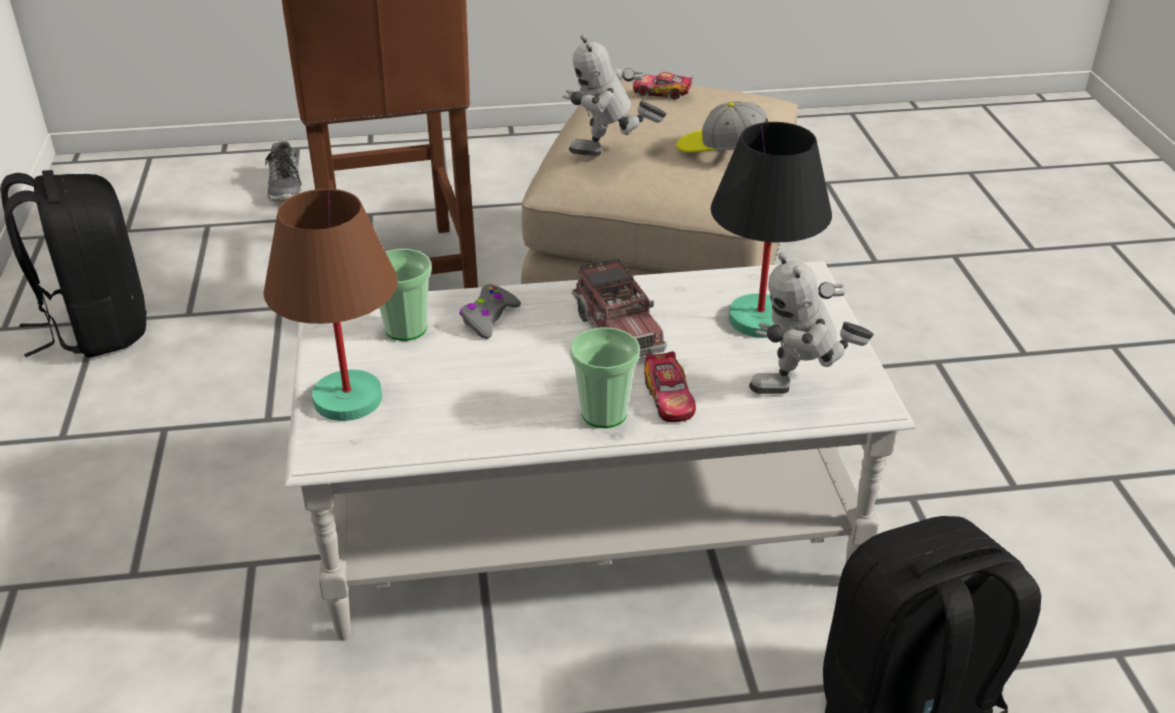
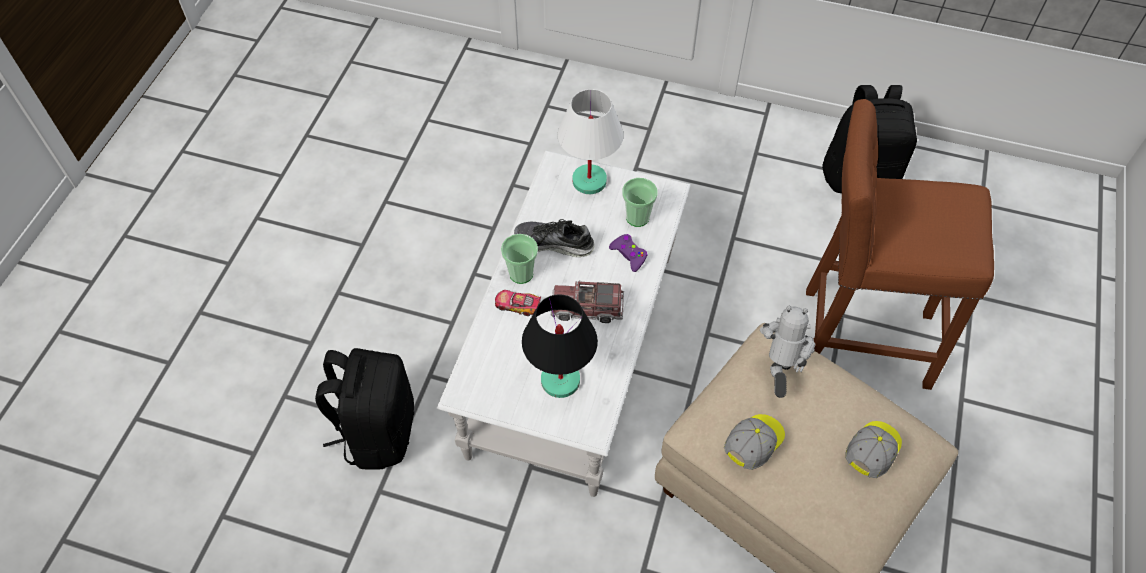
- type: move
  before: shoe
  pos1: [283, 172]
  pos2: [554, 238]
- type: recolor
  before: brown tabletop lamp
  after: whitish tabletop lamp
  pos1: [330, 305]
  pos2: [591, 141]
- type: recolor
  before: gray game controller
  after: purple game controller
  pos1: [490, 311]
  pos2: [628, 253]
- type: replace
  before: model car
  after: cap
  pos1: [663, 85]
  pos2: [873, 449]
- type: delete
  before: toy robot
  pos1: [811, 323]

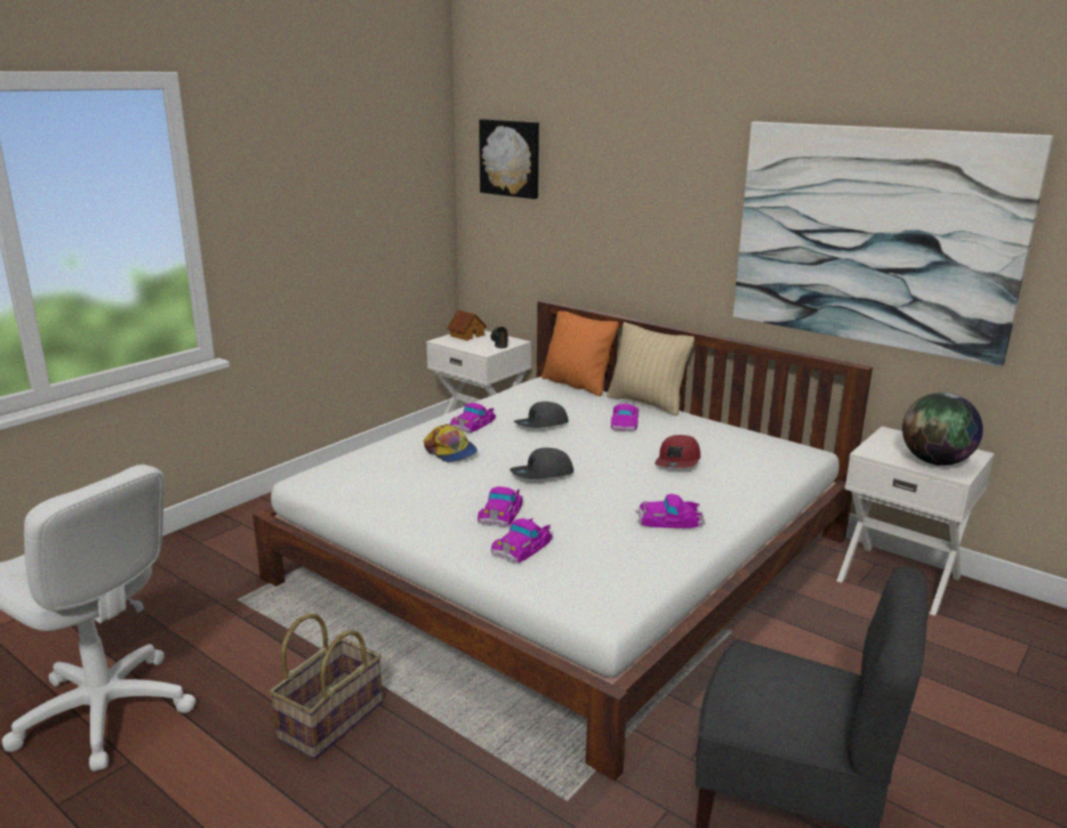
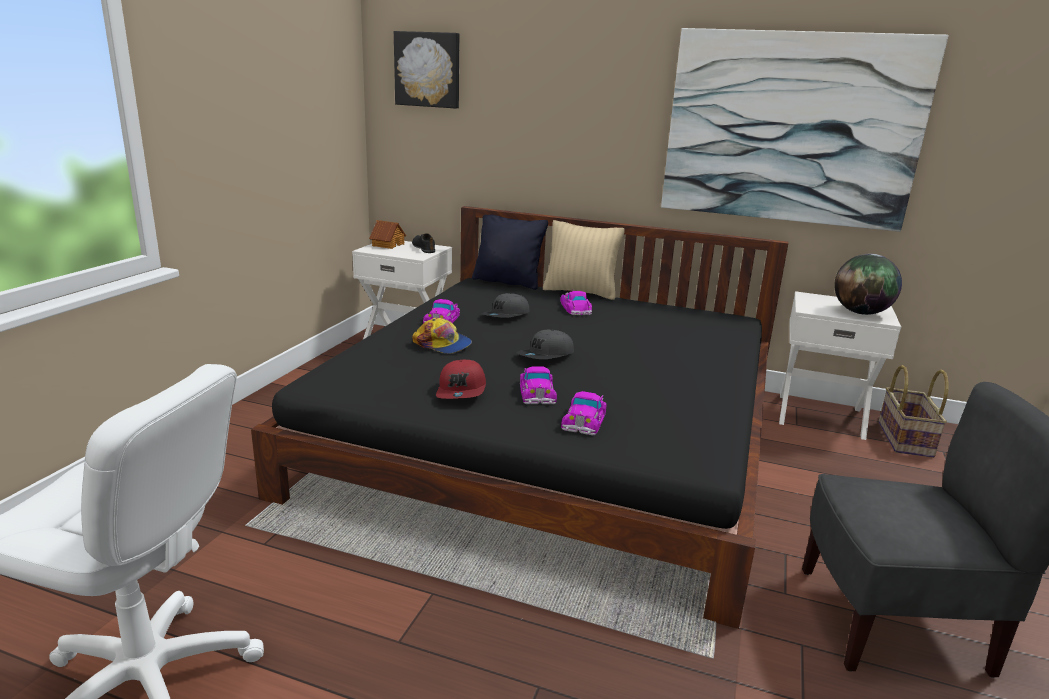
- type: recolor
  before: whitish bedroom bed
  after: blackish bedroom bed
  pos1: [563, 540]
  pos2: [519, 417]
- type: move
  before: red cap
  pos1: [678, 451]
  pos2: [461, 379]
- type: recolor
  before: orange-coloured cushion
  after: blackish cushion
  pos1: [580, 353]
  pos2: [510, 252]
- type: move
  before: basket
  pos1: [326, 686]
  pos2: [913, 411]
- type: delete
  before: model car
  pos1: [670, 511]

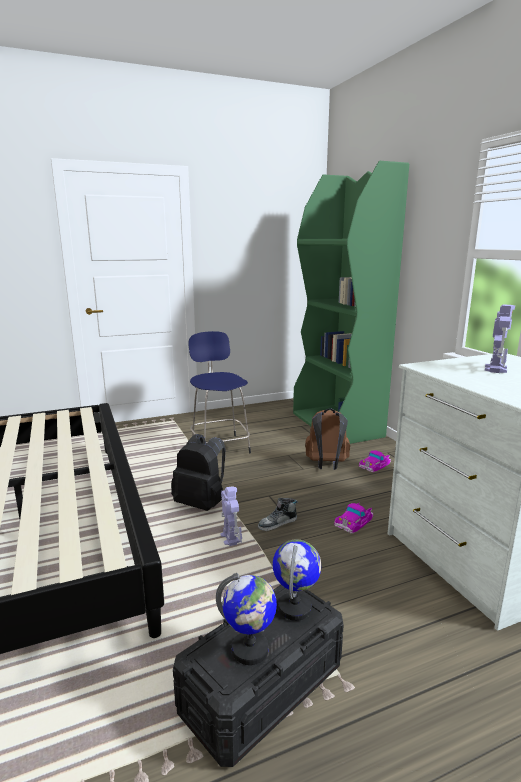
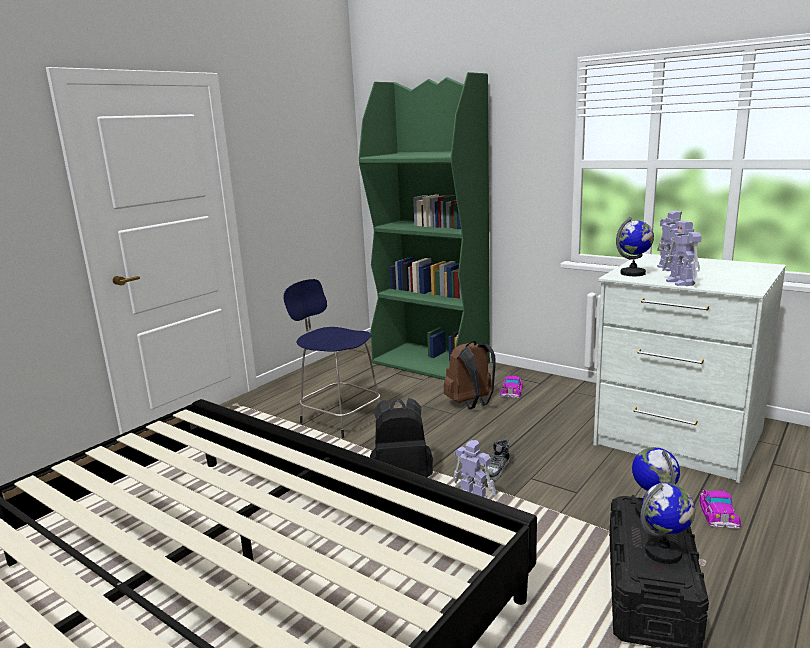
- type: insert
  after: world globe
  pos2: [635, 246]
- type: insert
  after: toy robot
  pos2: [682, 253]
- type: move
  before: model car
  pos1: [353, 518]
  pos2: [720, 508]

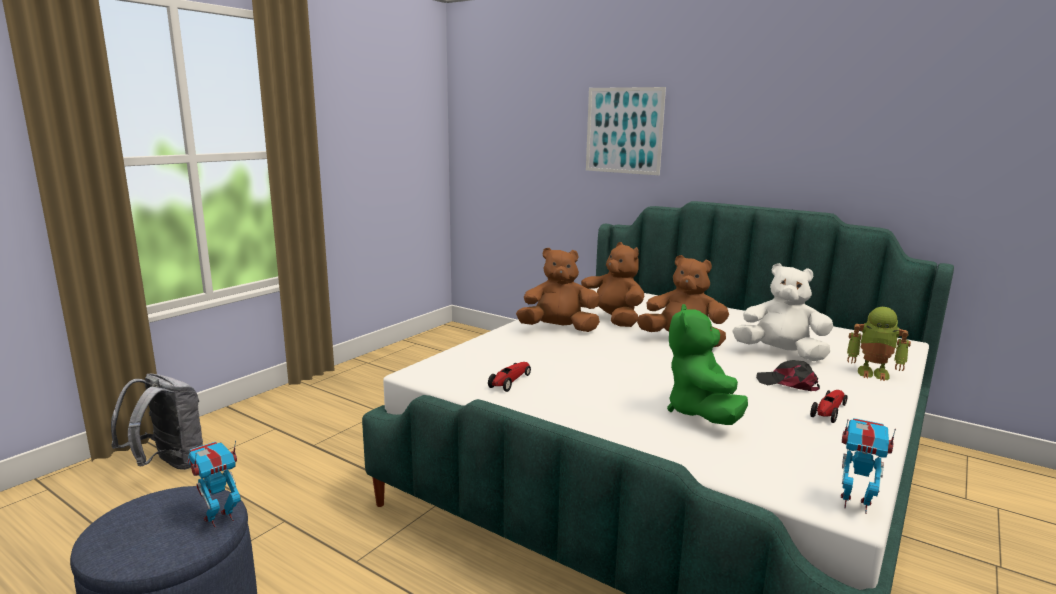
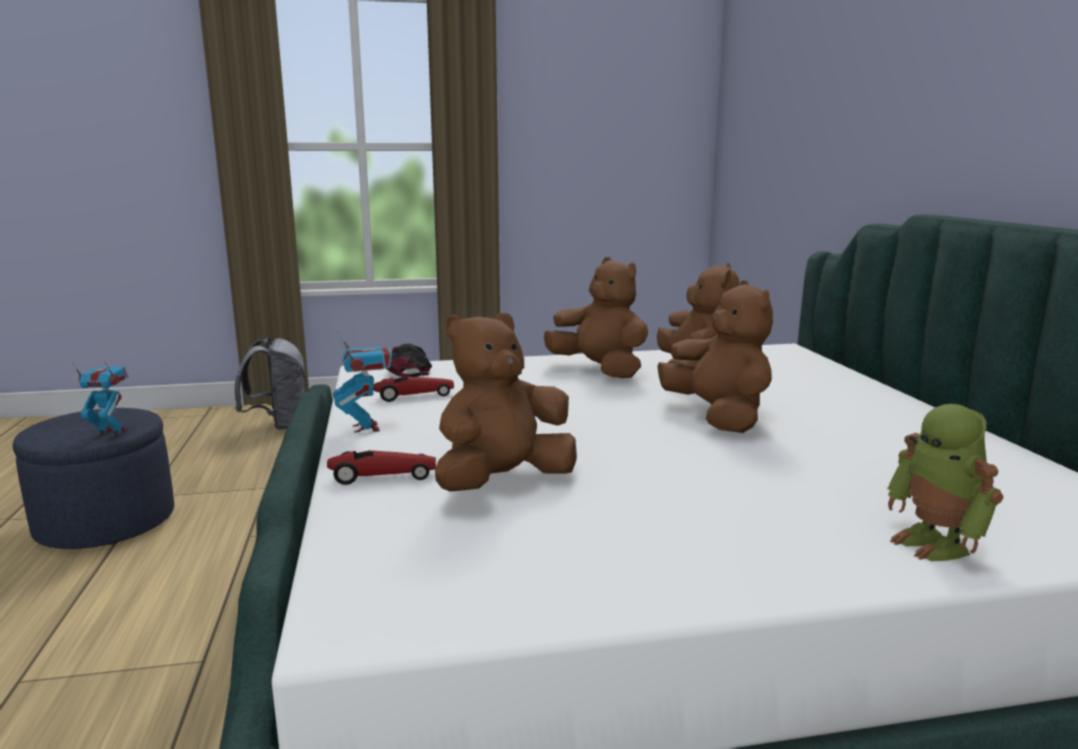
- type: move
  before: model car
  pos1: [829, 406]
  pos2: [381, 468]
- type: move
  before: toy robot
  pos1: [868, 466]
  pos2: [362, 382]
- type: move
  before: blackish cap
  pos1: [788, 375]
  pos2: [408, 360]
- type: recolor
  before: green-coloured plush toy
  after: brown plush toy
  pos1: [707, 364]
  pos2: [506, 402]
- type: delete
  before: wall picture
  pos1: [626, 131]
- type: delete
  before: whitish plush toy
  pos1: [782, 312]

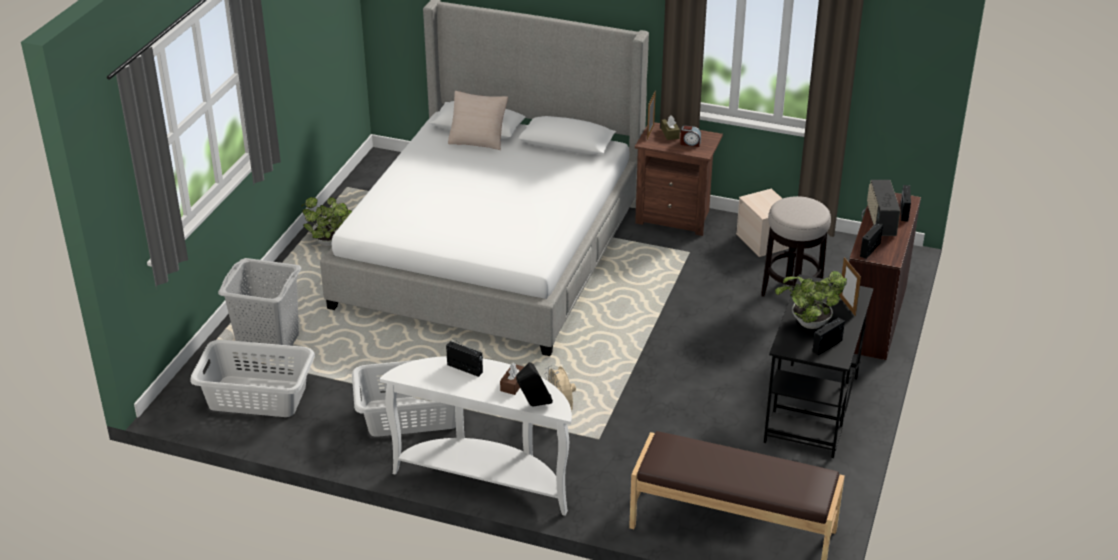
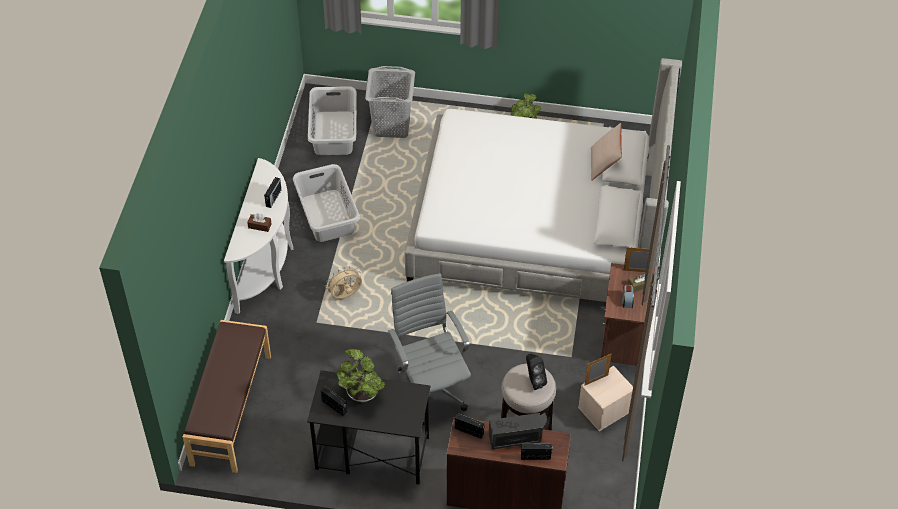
- type: insert
  after: gray desk chair
  pos2: [429, 349]
- type: move
  before: blackish loudspeaker
  pos1: [534, 384]
  pos2: [536, 372]
- type: move
  before: photo frame
  pos1: [850, 286]
  pos2: [597, 370]

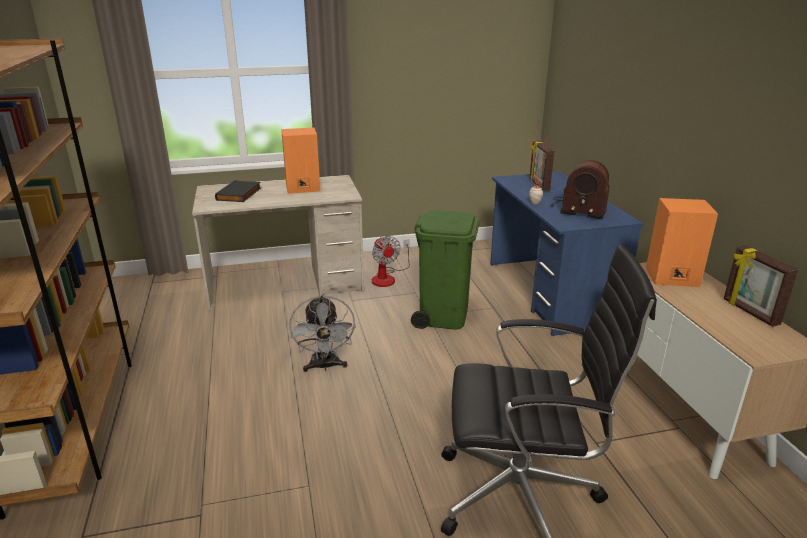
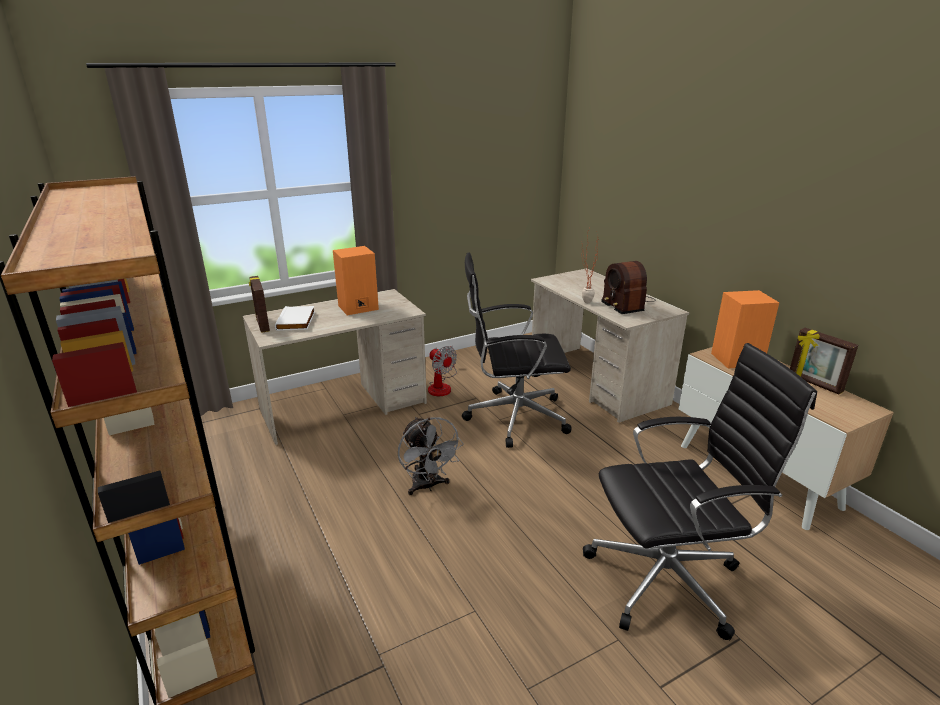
- type: move
  before: photo frame
  pos1: [542, 166]
  pos2: [259, 304]
- type: recolor
  before: blackish bound book
  after: whitish bound book
  pos1: [238, 191]
  pos2: [295, 318]
- type: replace
  before: green-coloured trash can
  after: blackish desk chair
  pos1: [445, 269]
  pos2: [517, 350]
- type: recolor
  before: bluish desk table
  after: beige desk table
  pos1: [567, 254]
  pos2: [610, 345]
- type: rotate
  before: radio
  pos1: [580, 189]
  pos2: [628, 287]
  turn: 60

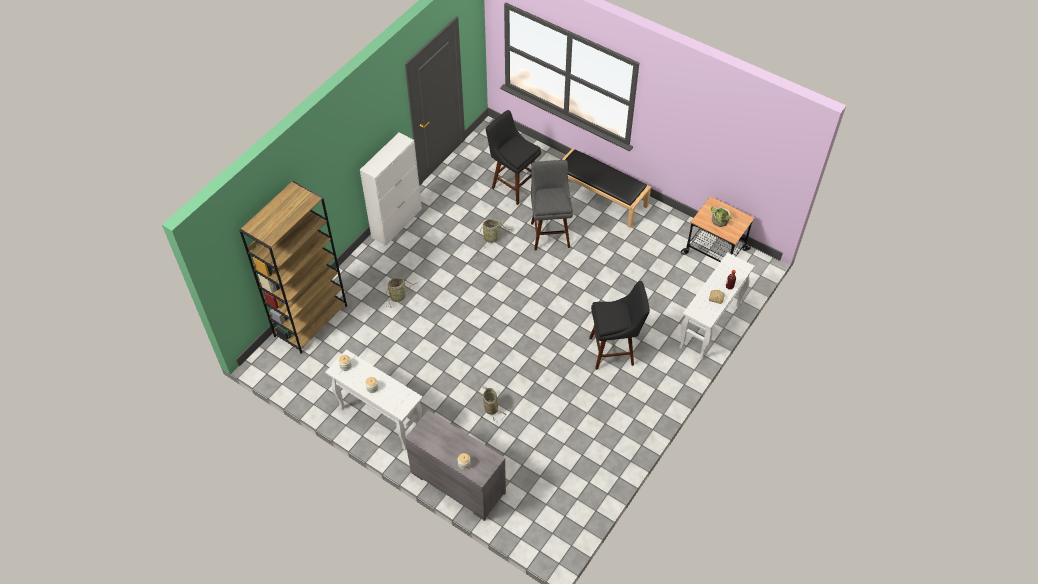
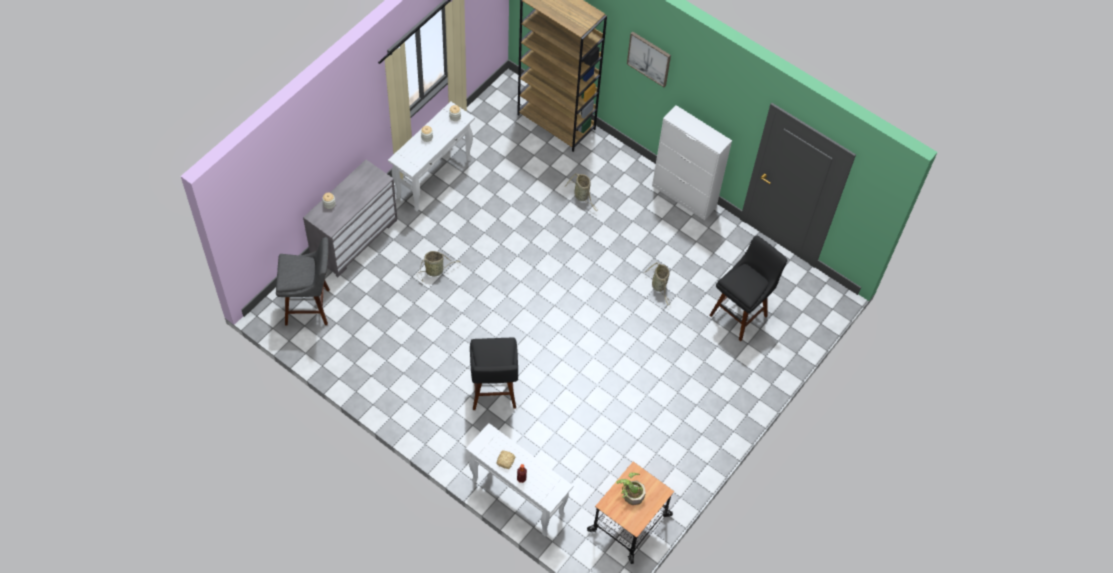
- type: move
  before: gray sitting stool
  pos1: [552, 205]
  pos2: [303, 281]
- type: insert
  after: wall picture
  pos2: [649, 59]
- type: delete
  before: blackish bench
  pos1: [606, 188]

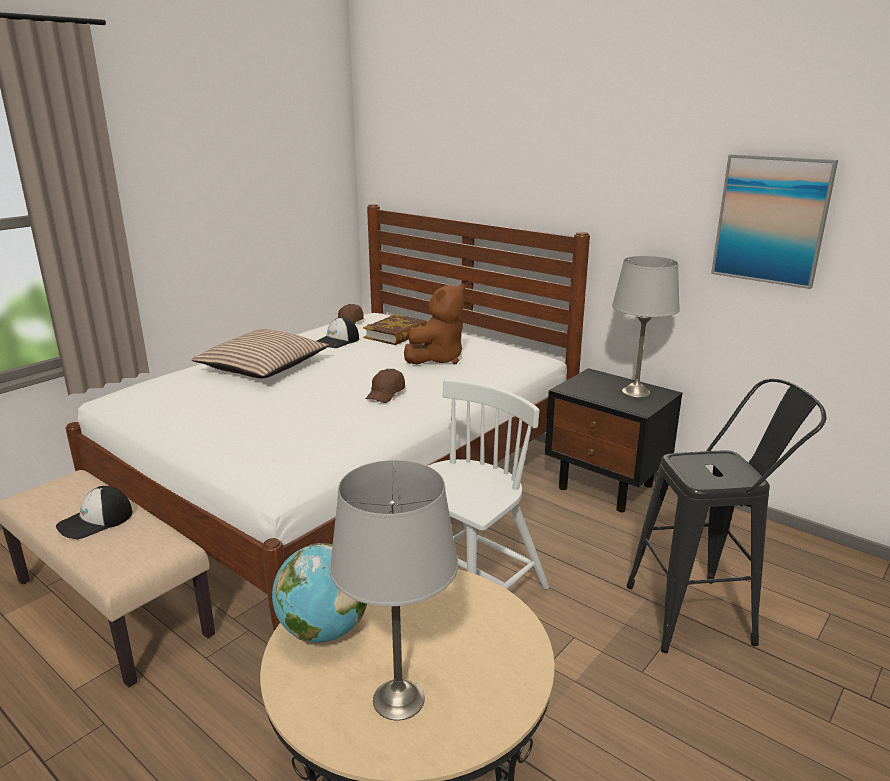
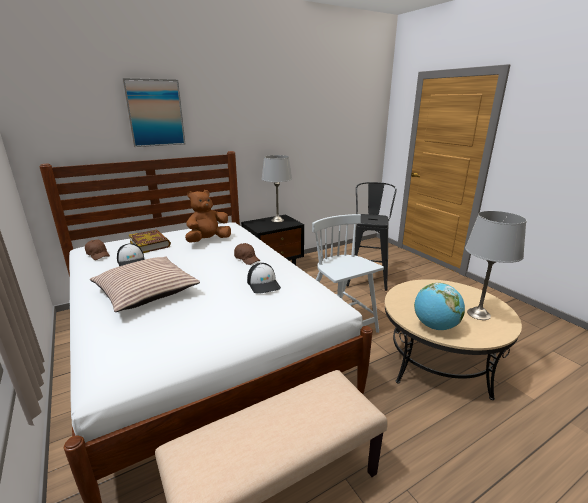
- type: move
  before: wall picture
  pos1: [774, 221]
  pos2: [153, 112]
- type: rotate
  before: brown plush toy
  pos1: [434, 324]
  pos2: [208, 216]
  turn: -105
- type: move
  before: cap
  pos1: [94, 512]
  pos2: [264, 278]

